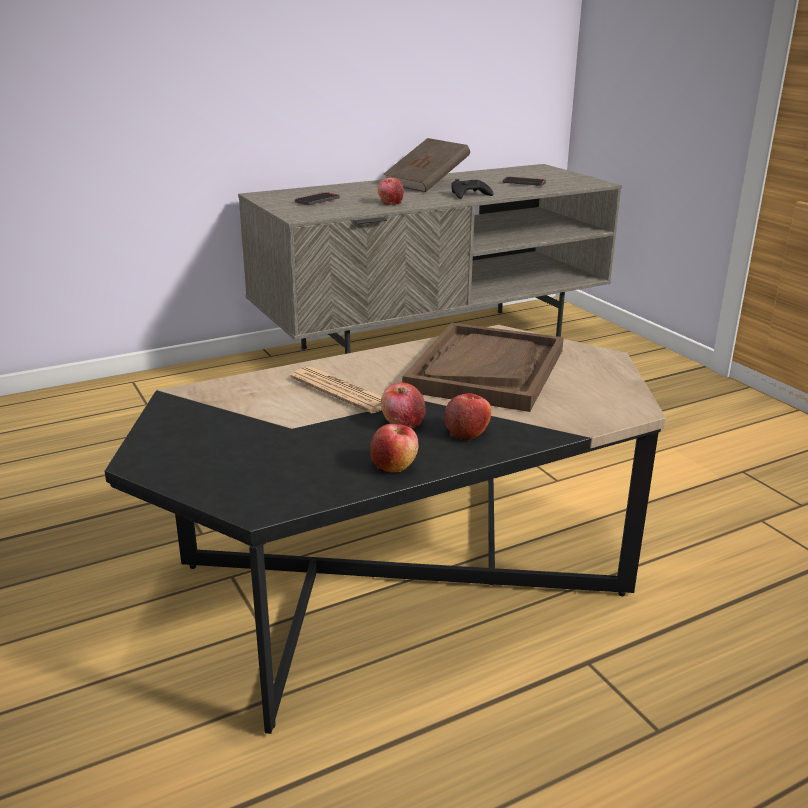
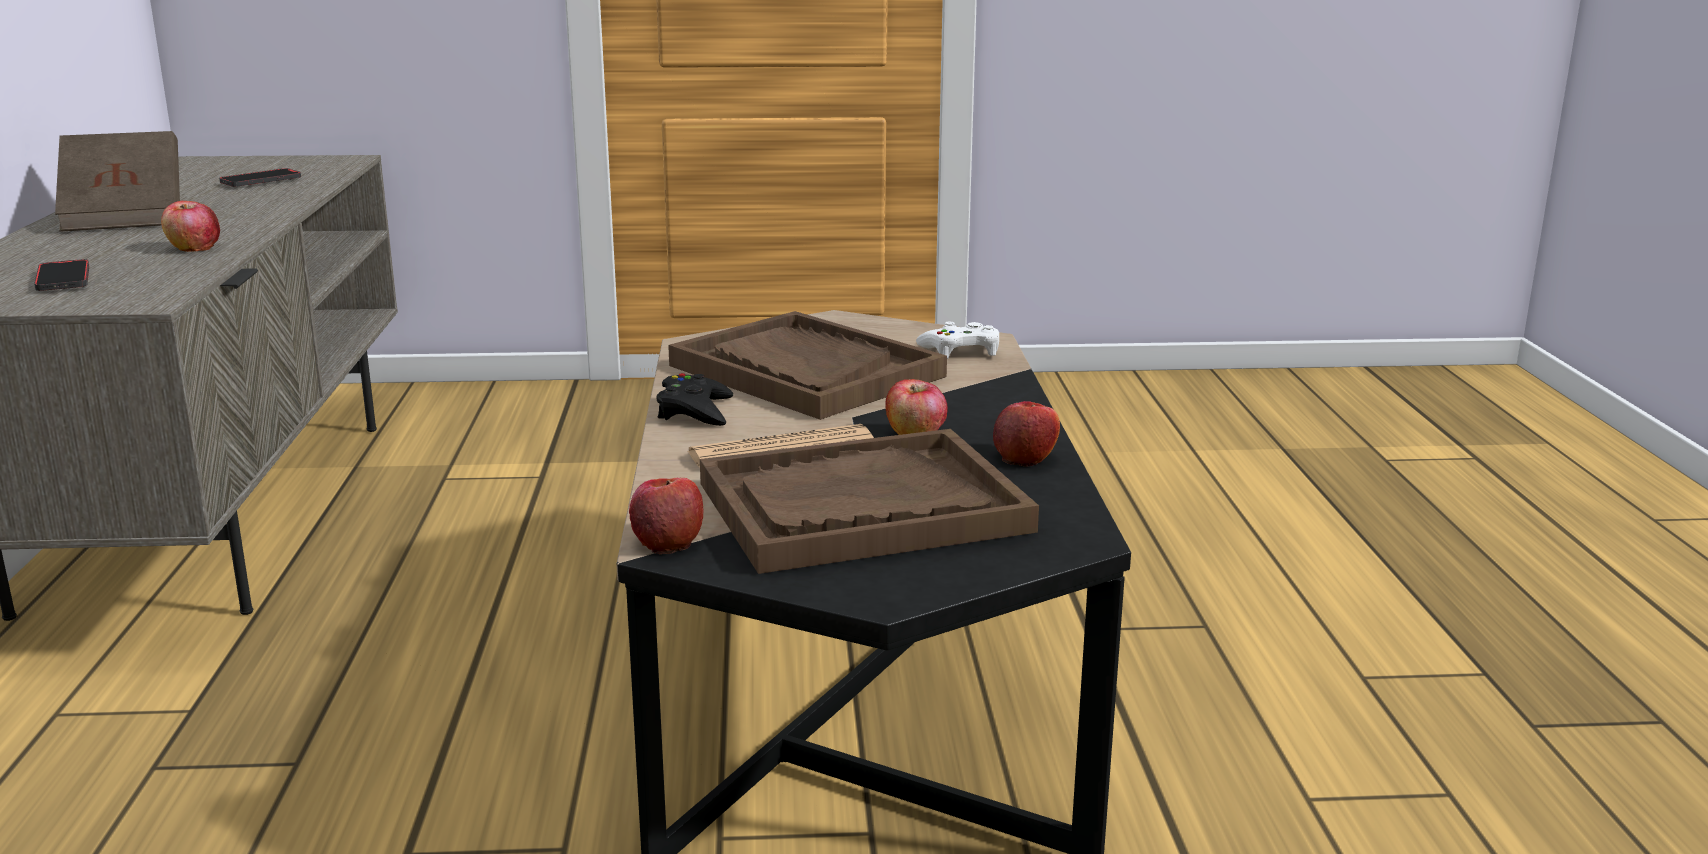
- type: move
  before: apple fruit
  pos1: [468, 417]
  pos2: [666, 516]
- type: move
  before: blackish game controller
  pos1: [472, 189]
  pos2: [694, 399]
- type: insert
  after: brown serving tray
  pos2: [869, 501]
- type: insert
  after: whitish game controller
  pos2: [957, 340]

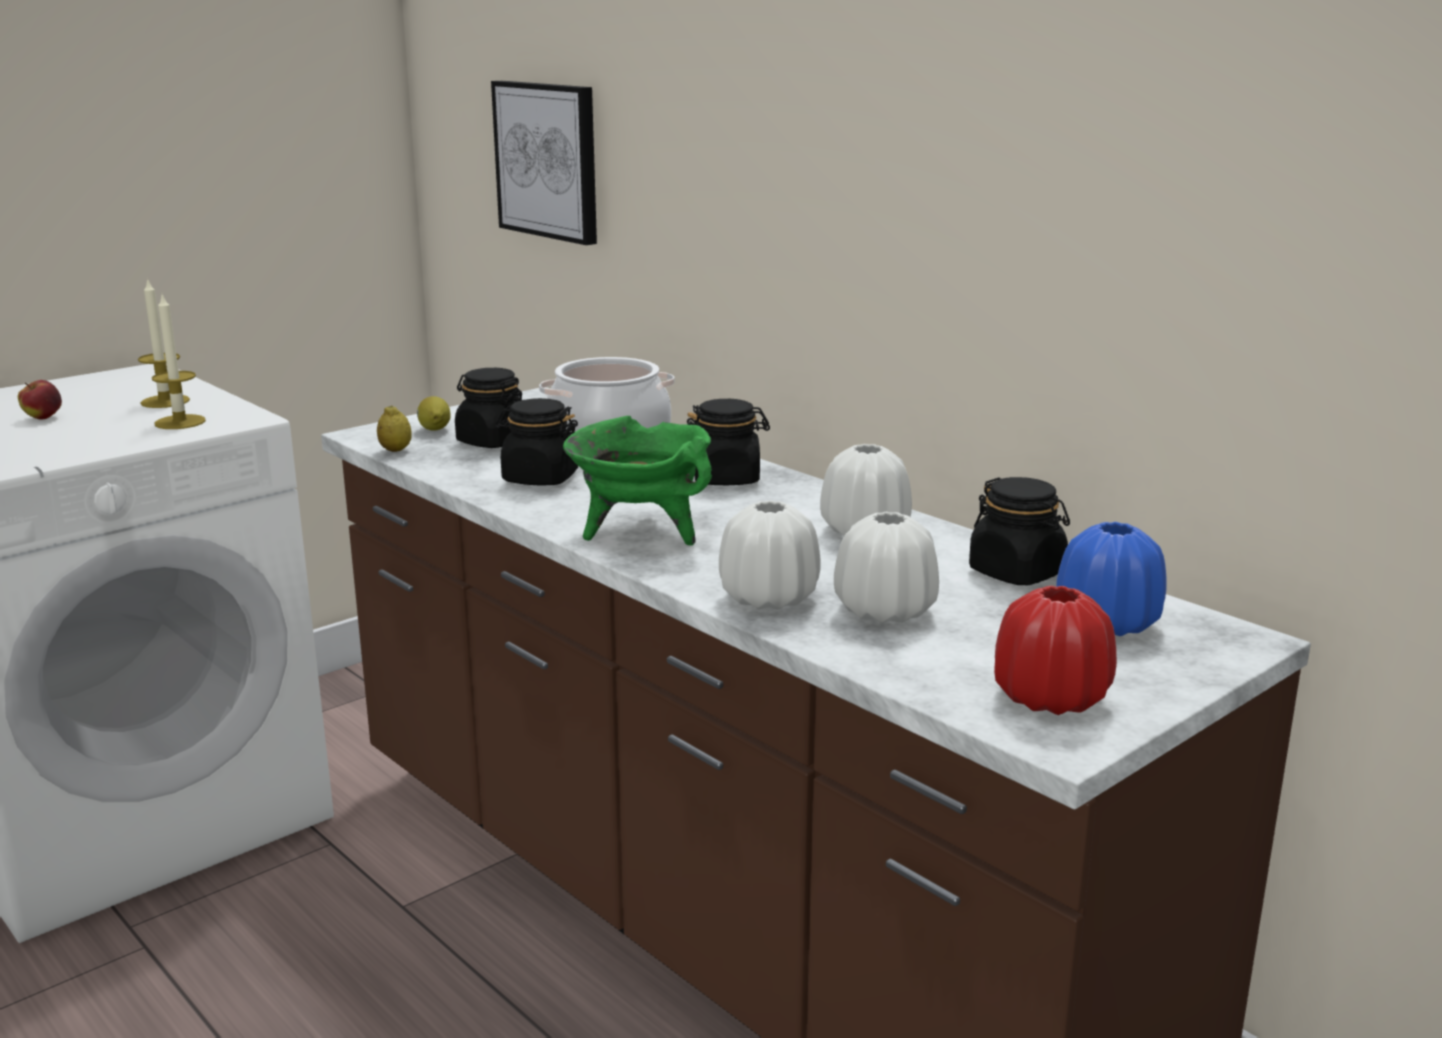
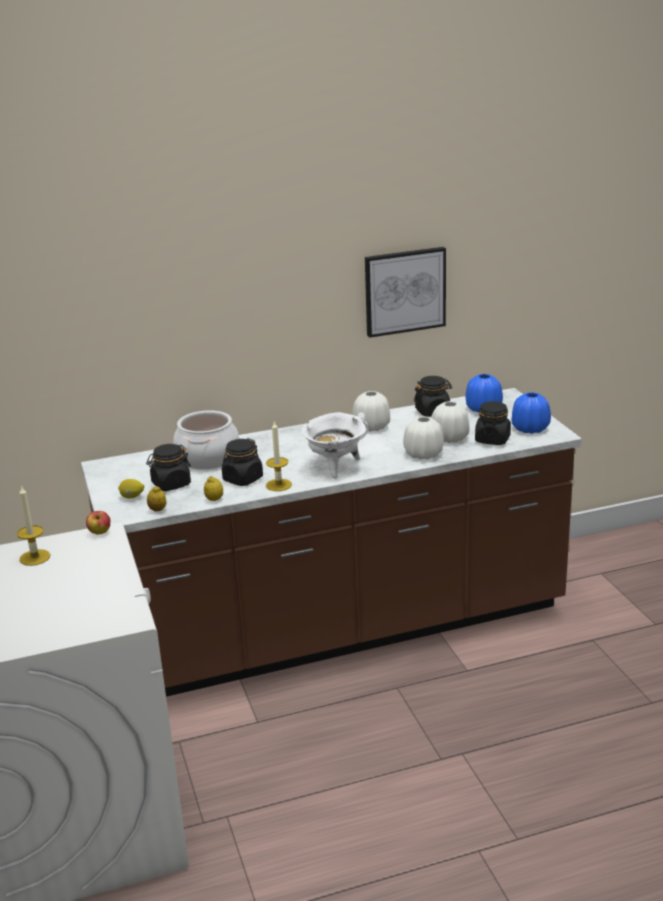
- type: move
  before: apple fruit
  pos1: [40, 399]
  pos2: [98, 523]
- type: insert
  after: whole lemon
  pos2: [213, 488]
- type: move
  before: wax light
  pos1: [179, 361]
  pos2: [279, 456]
- type: recolor
  before: green-coloured cooking pot
  after: whitish cooking pot
  pos1: [637, 481]
  pos2: [335, 445]
- type: move
  before: wall picture
  pos1: [544, 163]
  pos2: [405, 292]
- type: move
  before: blackish storage jar
  pos1: [728, 442]
  pos2: [493, 423]
- type: recolor
  before: red flower vase
  after: bluish flower vase
  pos1: [1055, 650]
  pos2: [531, 413]

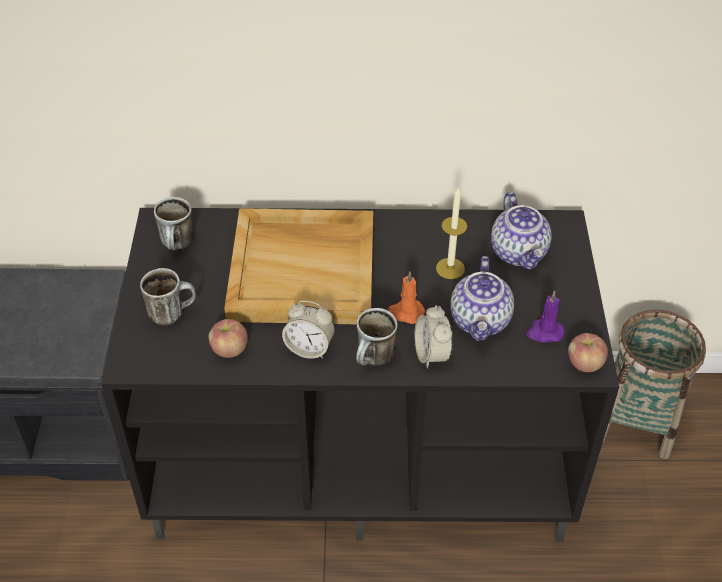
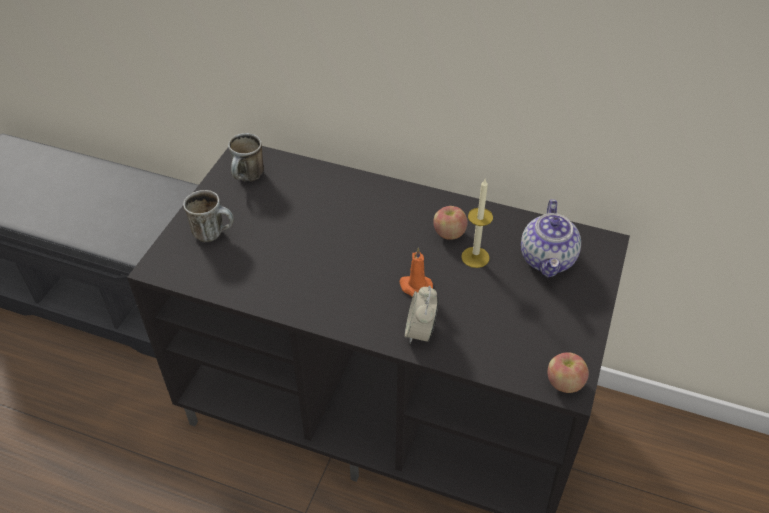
- type: move
  before: apple fruit
  pos1: [228, 338]
  pos2: [450, 223]
- type: delete
  before: beige serving tray
  pos1: [298, 266]
- type: delete
  before: bedside clock
  pos1: [308, 330]
- type: delete
  before: coffee mug
  pos1: [377, 337]
- type: delete
  before: teapot
  pos1: [482, 298]
- type: delete
  before: purple wax light
  pos1: [545, 317]
- type: delete
  before: basket
  pos1: [654, 384]

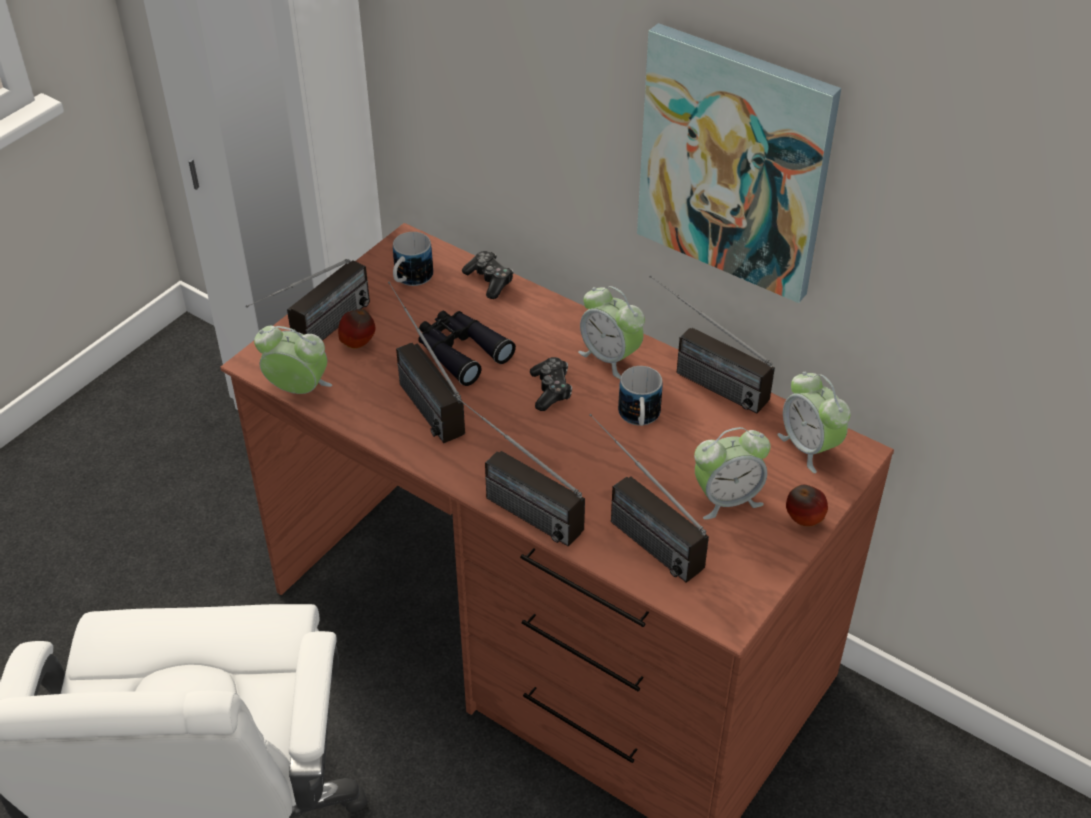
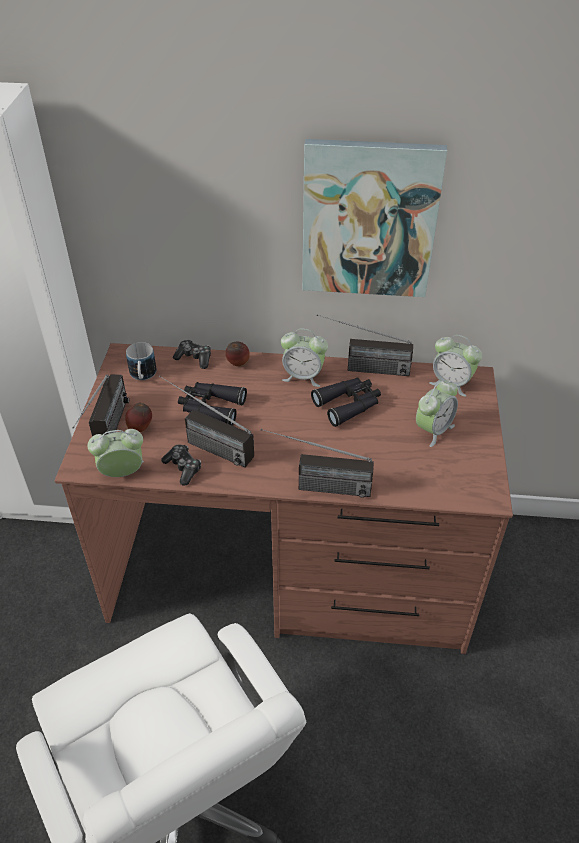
- type: move
  before: game controller
  pos1: [551, 384]
  pos2: [181, 465]
- type: move
  before: apple fruit
  pos1: [807, 505]
  pos2: [237, 354]
- type: replace
  before: coffee mug
  after: blackish pair of binoculars
  pos1: [640, 396]
  pos2: [346, 402]
- type: delete
  before: radio
  pos1: [649, 498]

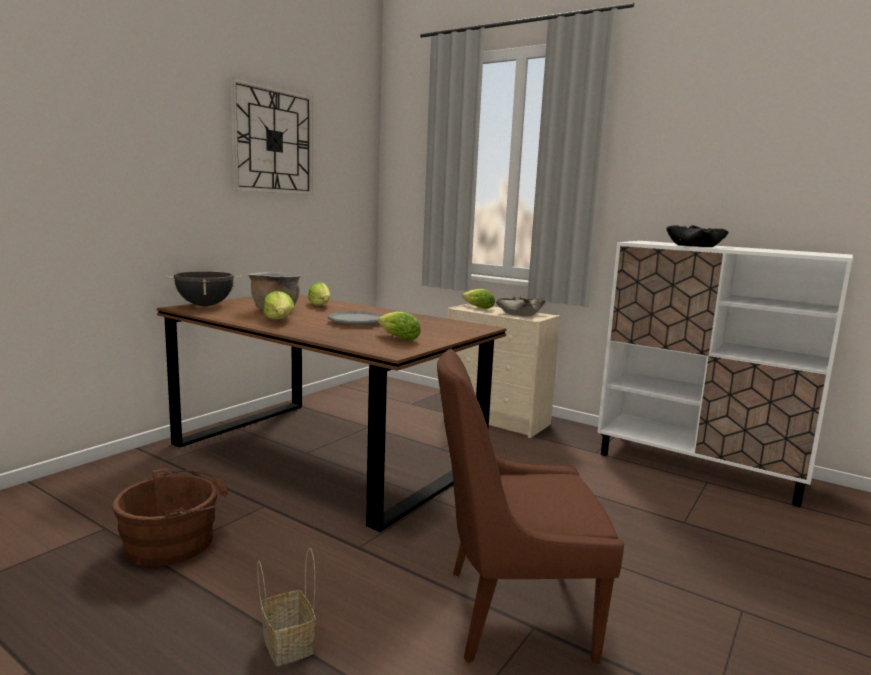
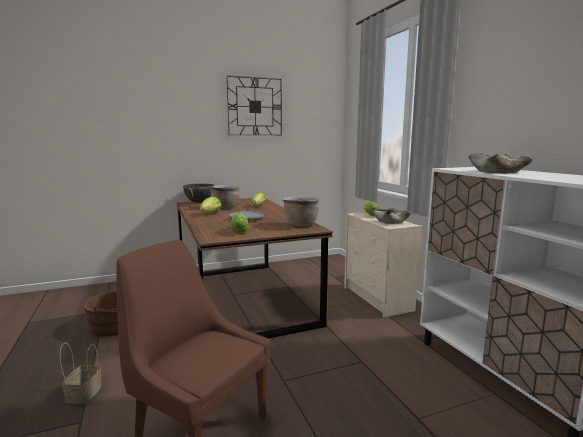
- type: insert
  after: brown cooking pot
  pos2: [300, 211]
- type: recolor
  before: blackish deep dish
  after: beige deep dish
  pos1: [697, 236]
  pos2: [500, 163]

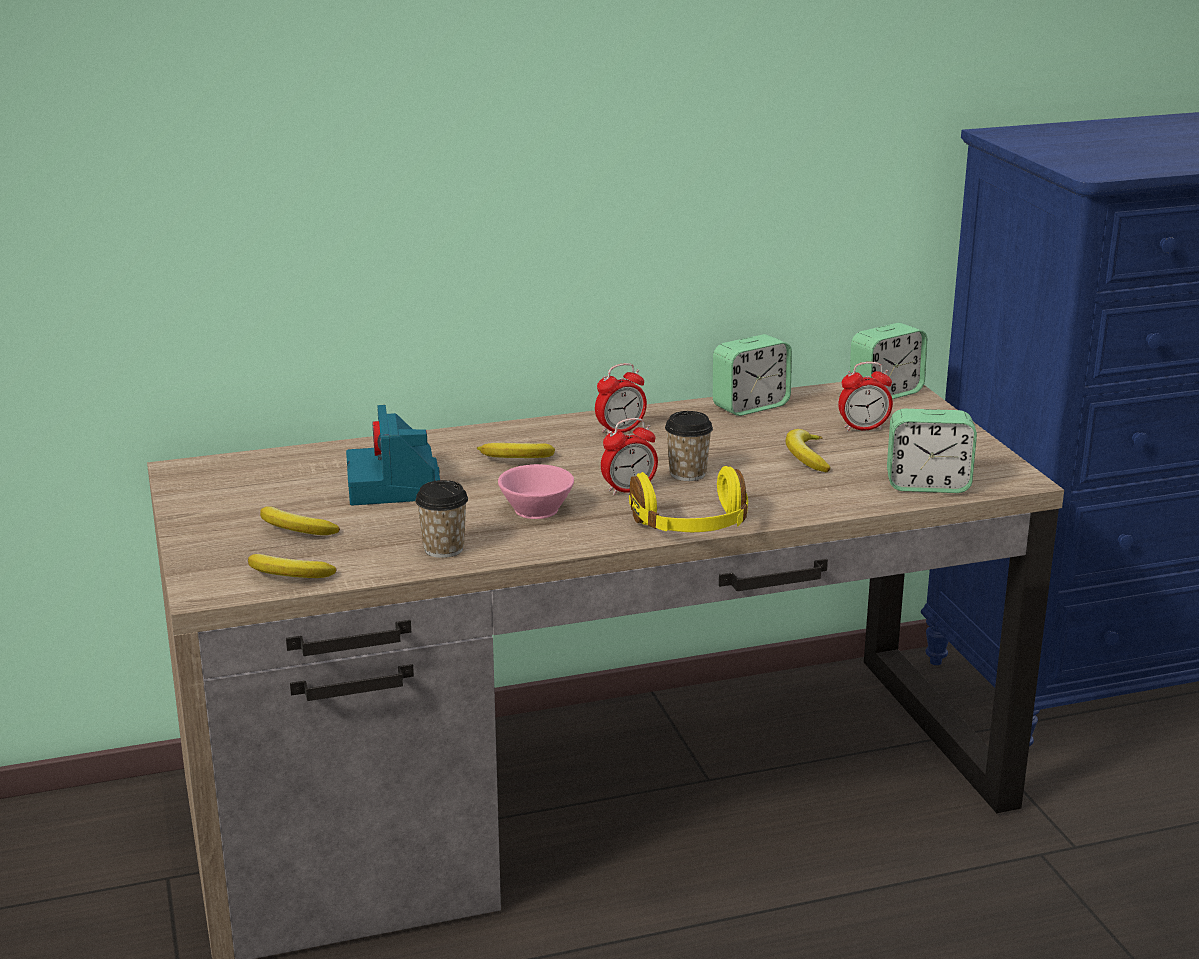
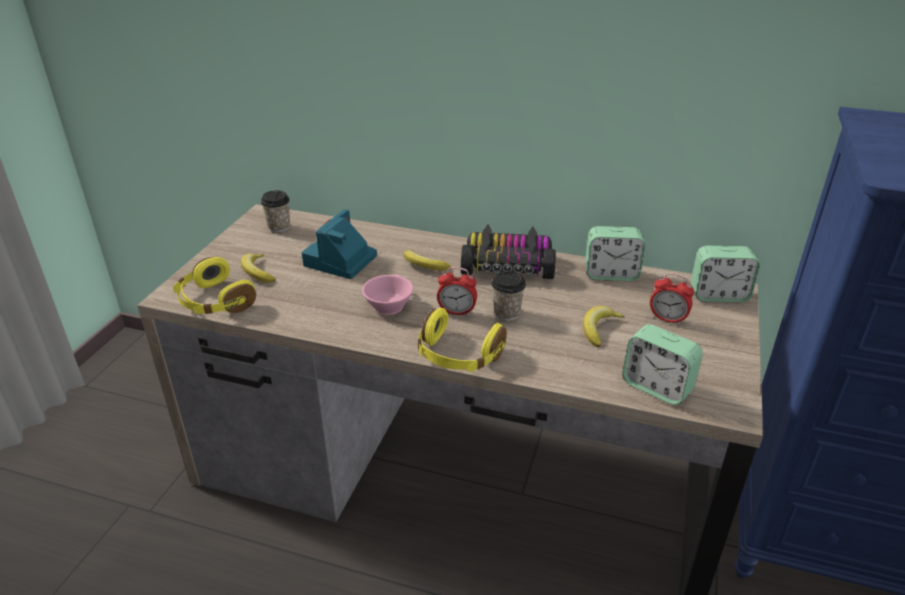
- type: replace
  before: whole banana
  after: yellow-coloured pair of headphones
  pos1: [292, 566]
  pos2: [214, 285]
- type: move
  before: drinking cup
  pos1: [441, 519]
  pos2: [275, 211]
- type: replace
  before: bedside clock
  after: model car
  pos1: [621, 399]
  pos2: [508, 251]

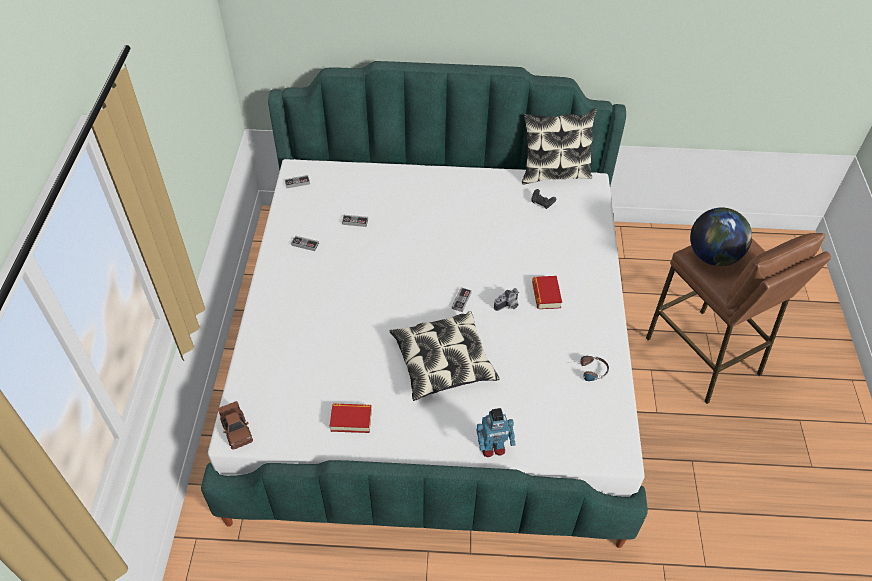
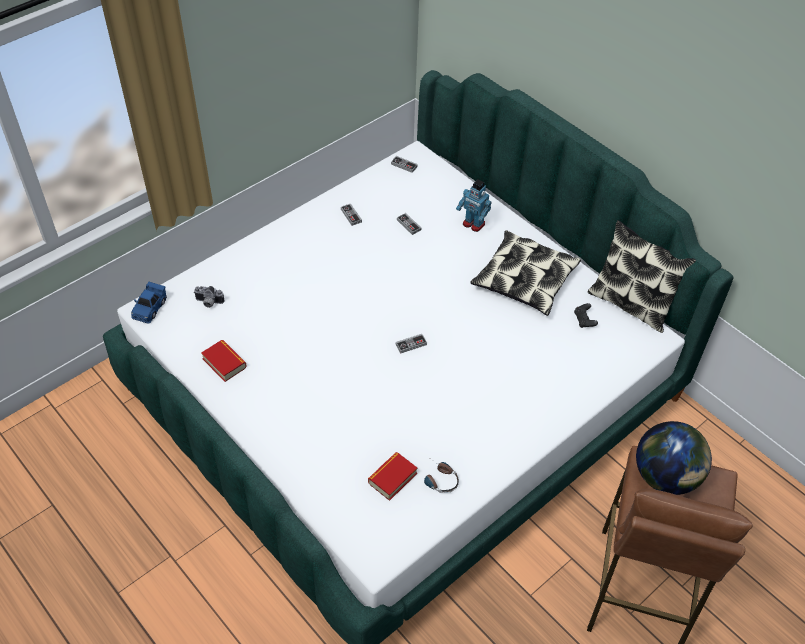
- type: recolor
  before: brown model car
  after: bluish model car
  pos1: [235, 425]
  pos2: [149, 303]
- type: move
  before: photo camera
  pos1: [506, 299]
  pos2: [209, 297]
- type: move
  before: bound book
  pos1: [547, 292]
  pos2: [392, 476]
- type: move
  before: toy robot
  pos1: [496, 432]
  pos2: [474, 205]
- type: move
  before: cushion
  pos1: [444, 356]
  pos2: [525, 273]

